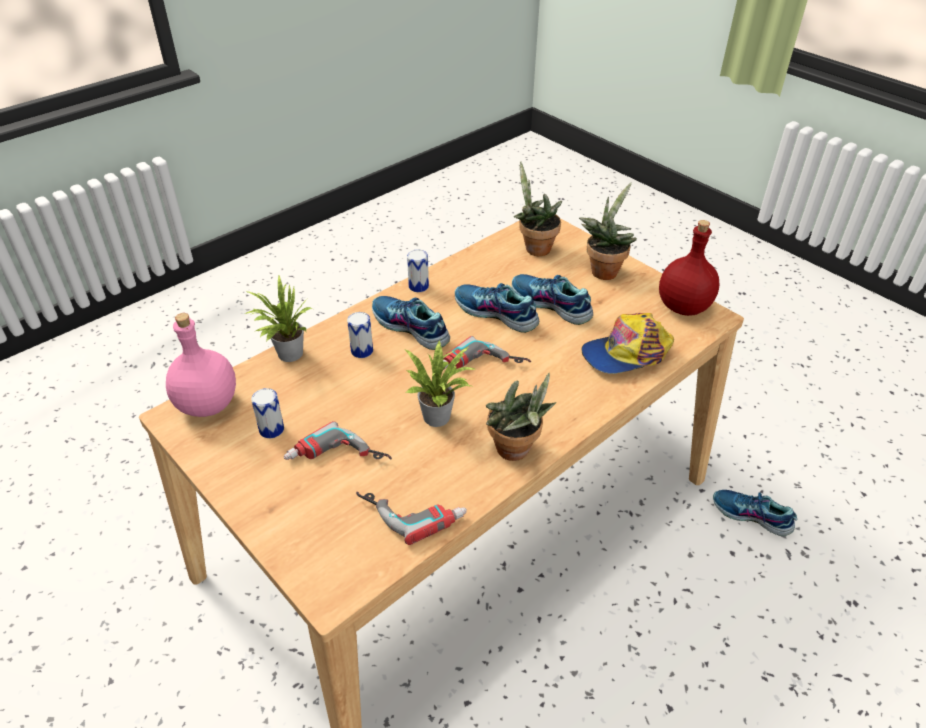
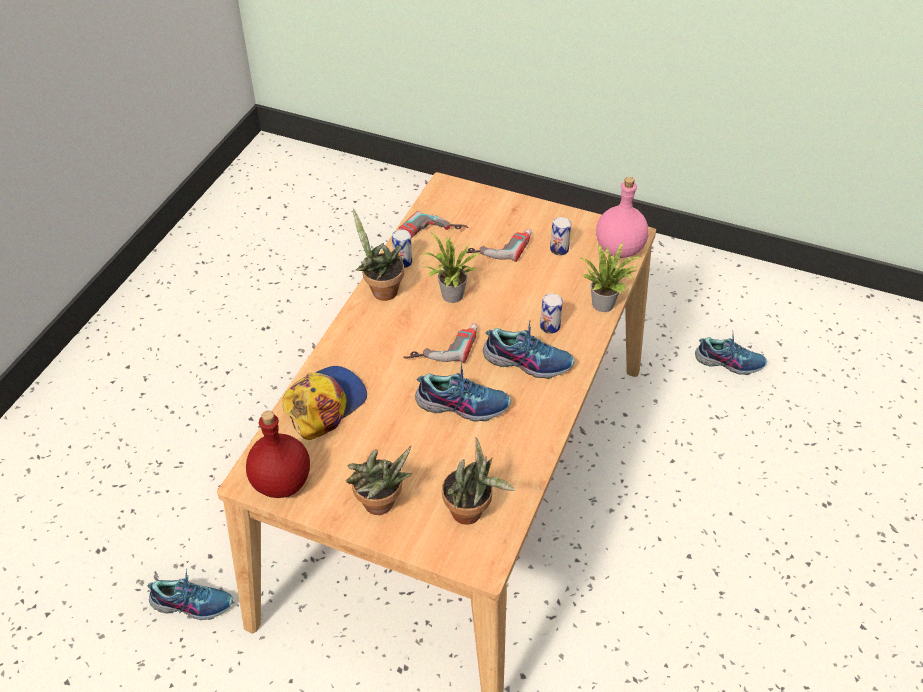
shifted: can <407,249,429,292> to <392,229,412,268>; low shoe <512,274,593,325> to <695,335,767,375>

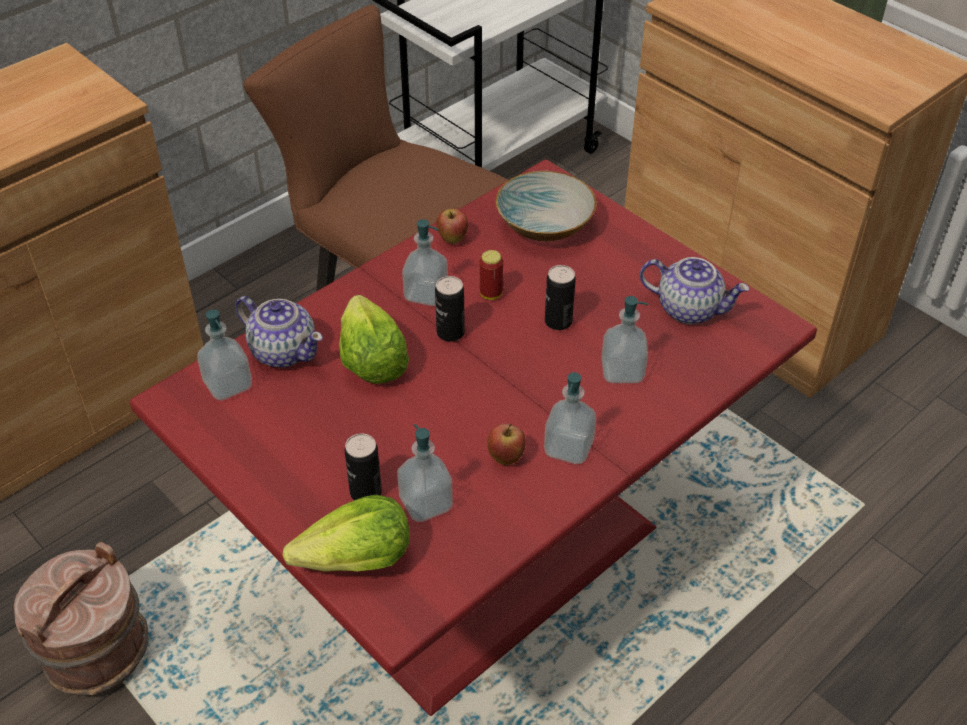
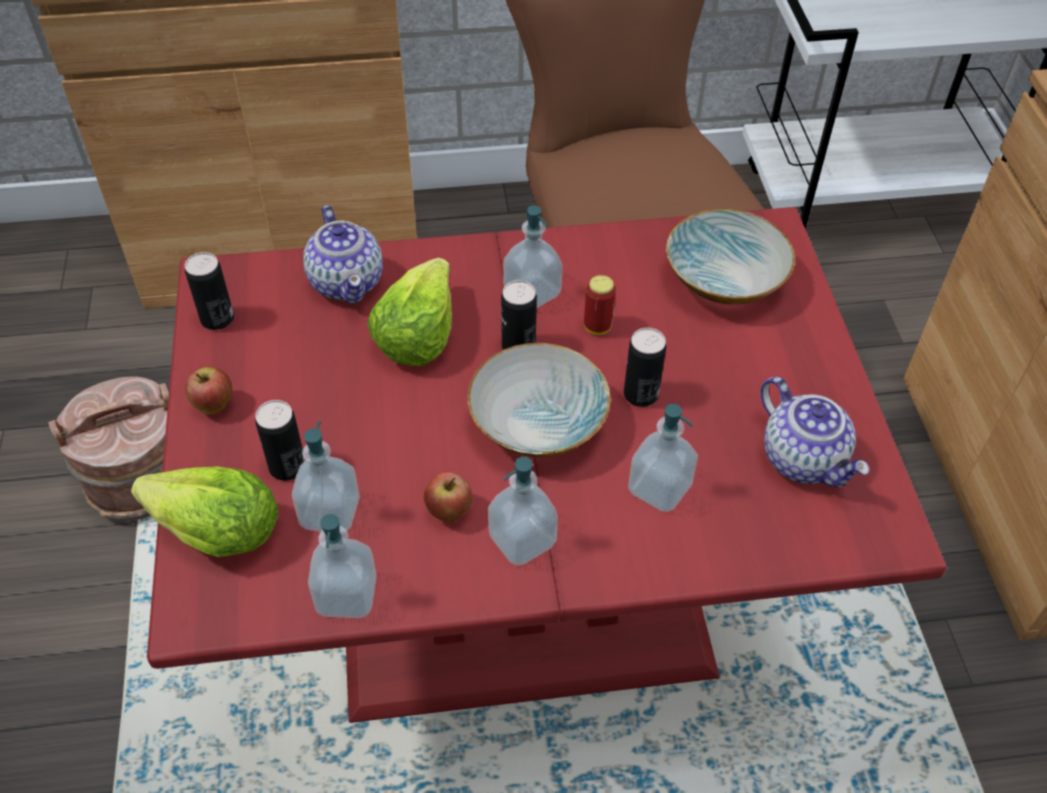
new: can <185,252,234,330>; deep dish <467,343,611,457>
shifted: whole apple <436,209,468,244> to <185,366,232,414>; soap dispenser <197,309,252,401> to <308,514,377,618>

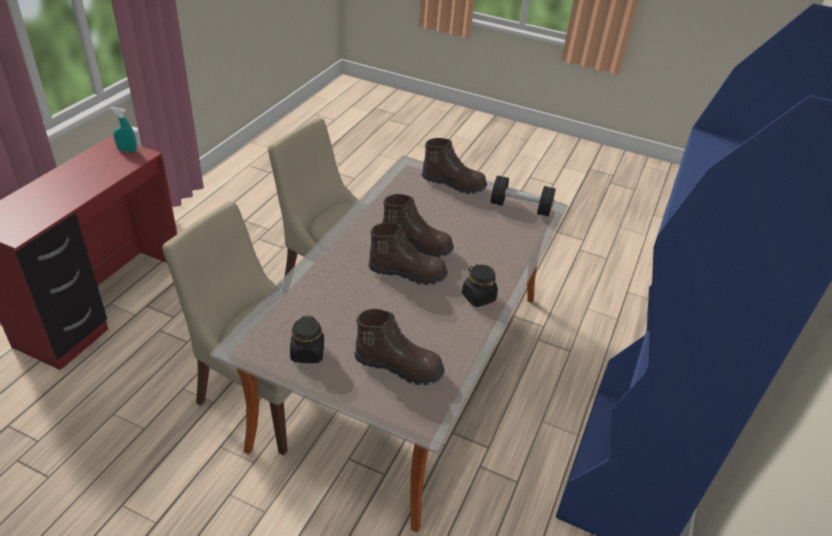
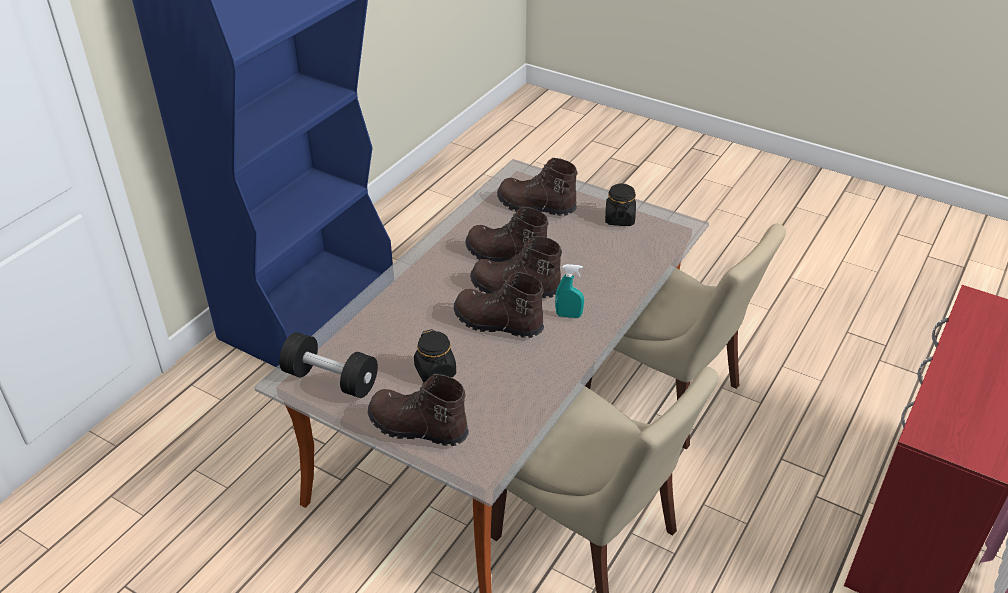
new: boot/brownish <465,207,549,262>
shifted: preserve jar/black <462,264,498,307> to <414,329,456,382>; sprayer/blue-green <110,107,137,152> to <555,264,584,318>

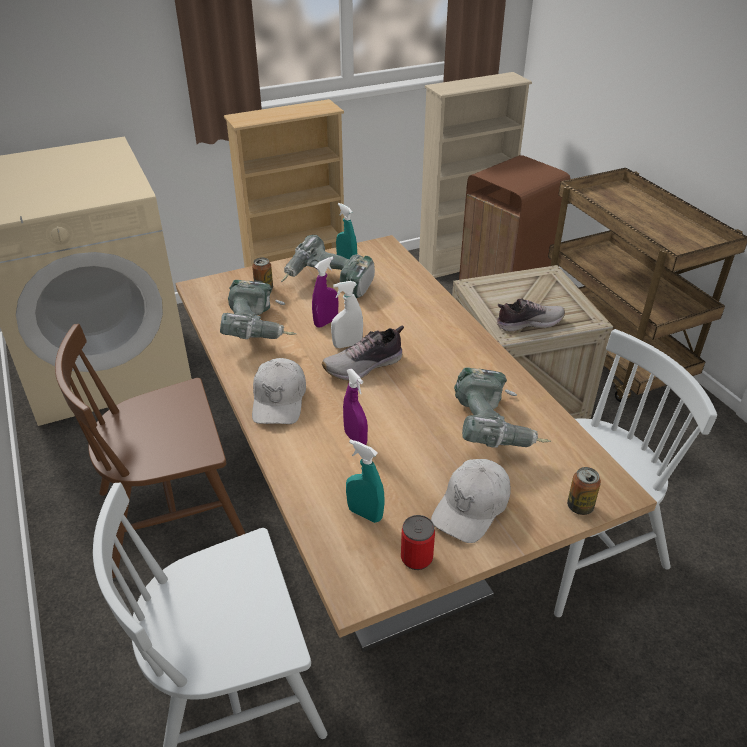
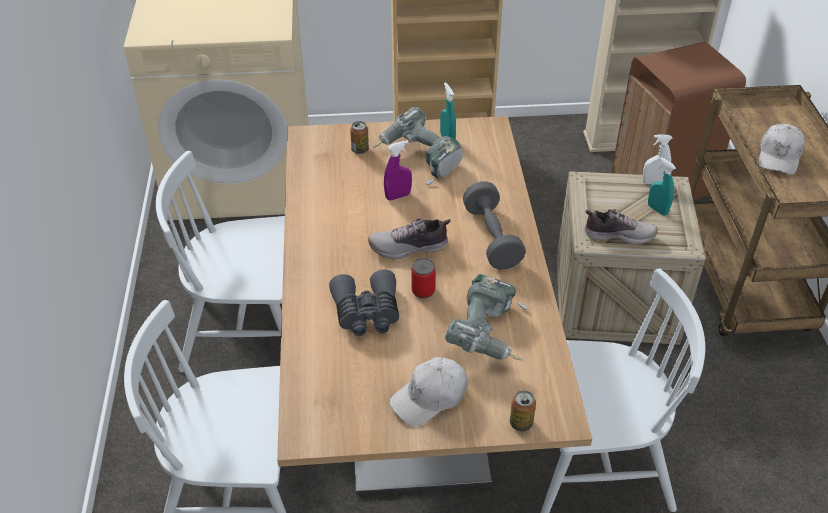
gone: power drill <220,280,297,339>
new: hand weight/grey <463,182,526,269>
shifted: can <401,515,435,570> to <411,258,436,298>; sprayer/white <331,281,363,348> to <642,134,673,184>; sprayer/blue-green <346,439,385,523> to <648,157,676,216>; peaked cap/white <252,358,306,424> to <758,124,805,175>
swapped: sprayer/purple <343,369,368,445> to field glasses/grey <329,269,399,336>
repainted: chair/brownish <55,324,245,578> to chair/white <156,151,285,372>

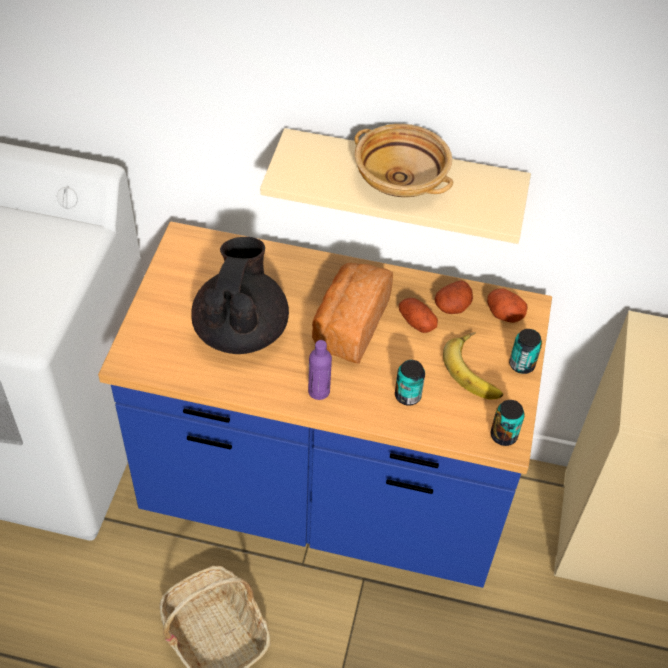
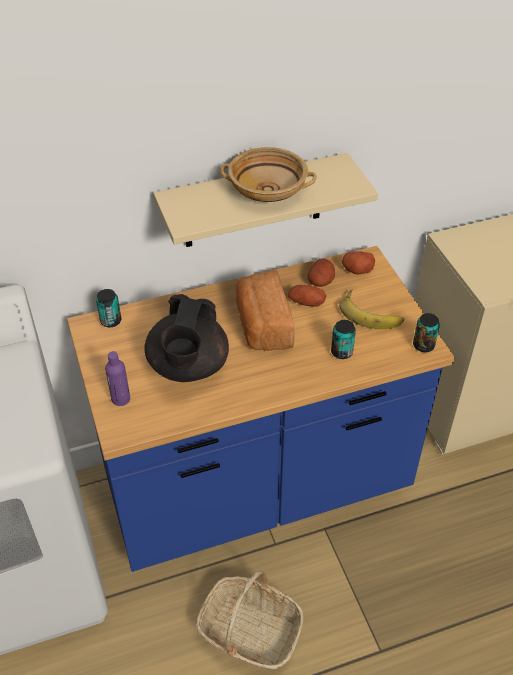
shifted: can <509,329,542,374> to <96,289,121,328>; bottle/purple <308,340,332,400> to <105,351,130,406>
rotated: pot for tea/black <191,237,289,354> = <145,294,229,382> 150 degrees counterclockwise

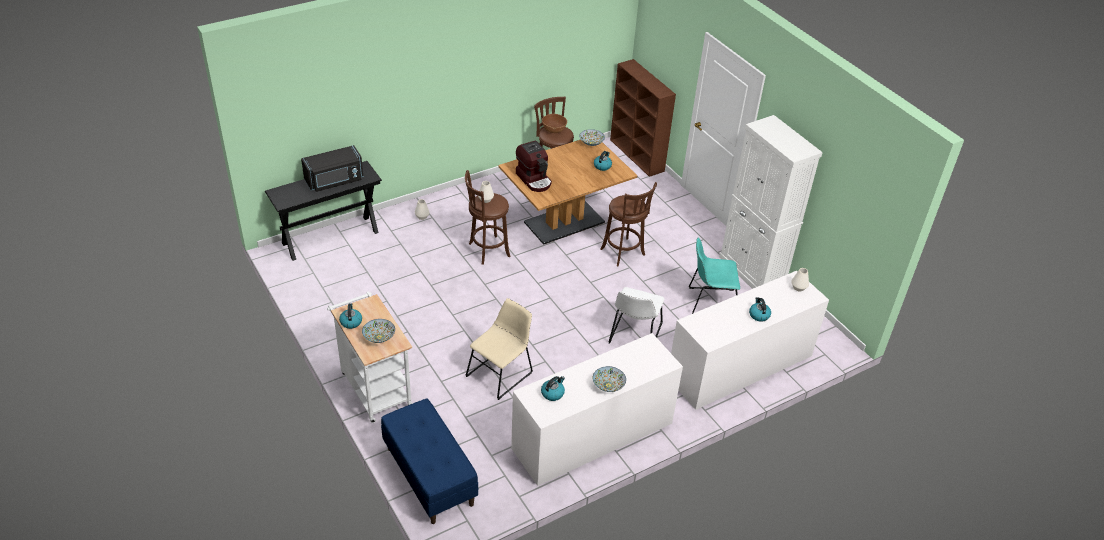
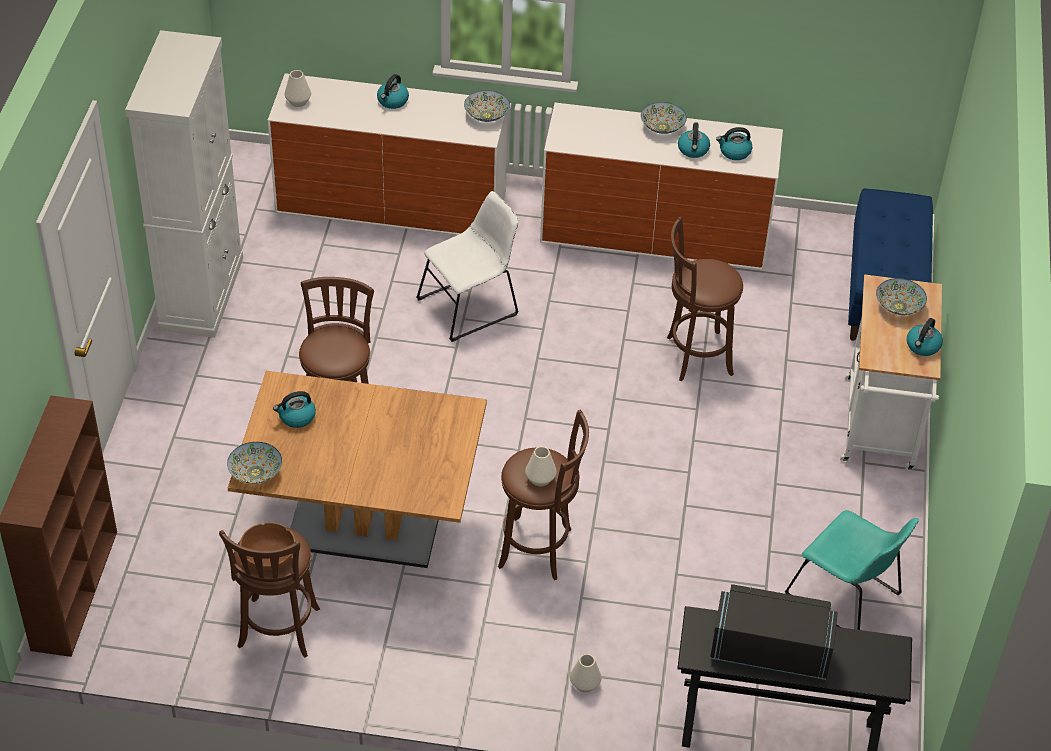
gone: coffee maker <516,141,552,192>
new: deep dish <464,90,510,122>; kettle <678,122,710,158>
shifted: chair/blue-green <689,237,740,314> to <785,510,919,630>
swapped: chair/sand-coloured <466,298,533,400> to stool/brownish <667,217,743,381>

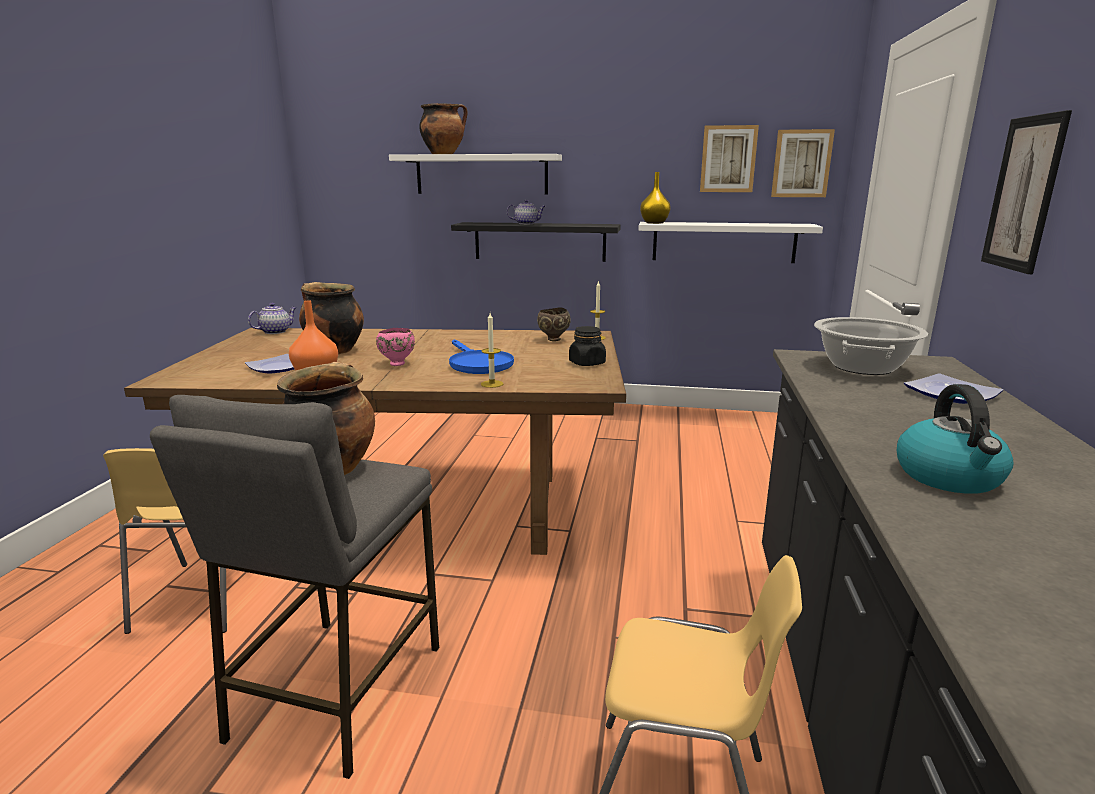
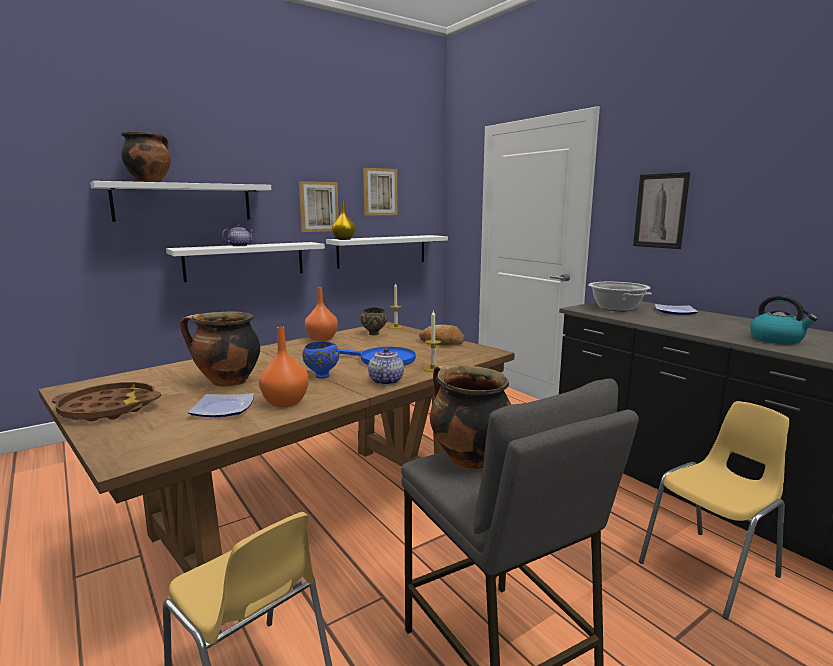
new: carrying tray/brownish <52,382,161,421>; flower vase/orange-coloured <305,287,338,341>
shifted: wall art <771,129,835,197> to <299,181,339,232>; pot for tea <248,303,297,334> to <368,348,404,385>
swapped: preserve jar/black <569,326,606,366> to bread <419,325,465,345>
repainted: shelf/black <451,222,621,262> to shelf/white <166,242,325,282>; deep dish/pink-coloured <376,328,415,366> to deep dish/blue <302,341,339,378>

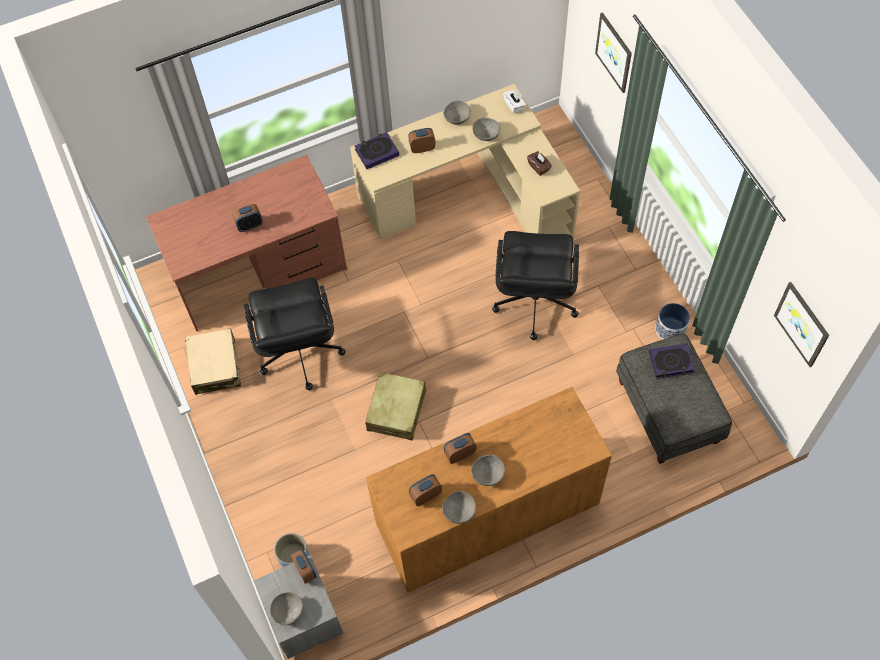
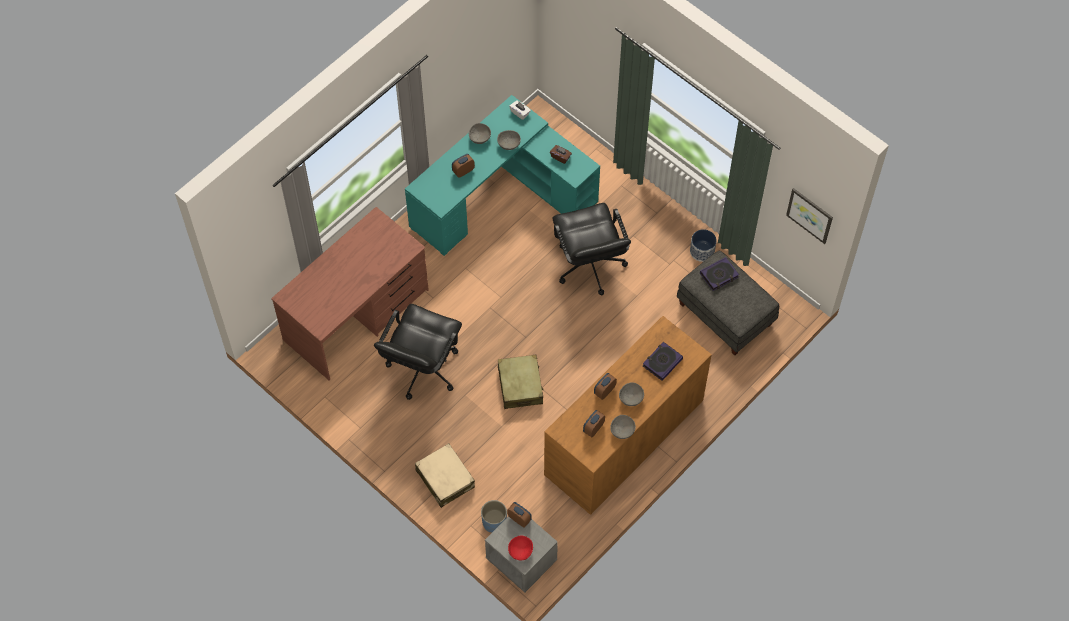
gone: bedside clock <232,204,263,232>; wall art <595,12,632,93>
shifted: travel case/sand-coloured <185,328,241,395> to <415,443,475,508>; bound book <354,132,399,169> to <643,342,683,381>
repainted: desk unit/sand-coloured <350,84,580,240> to desk unit/blue-green <405,95,600,256>; deep dish/grey <270,592,303,625> to deep dish/reddish <508,536,533,560>
rotated: computer chair/black <243,277,346,390> = <374,304,462,400> 60 degrees clockwise

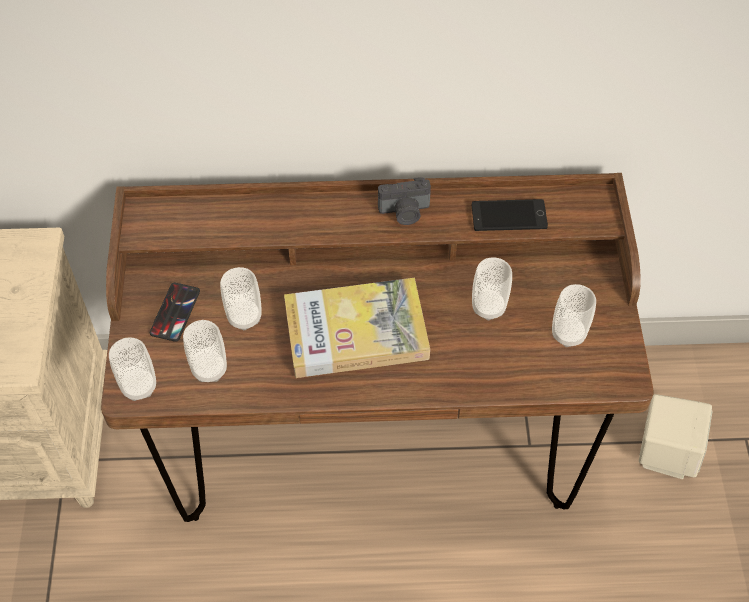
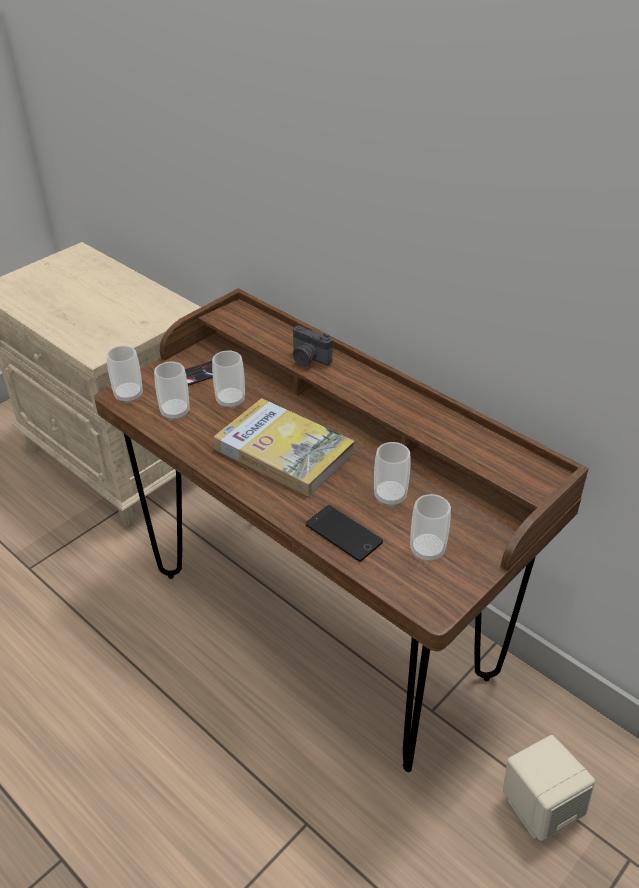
shifted: photo camera <378,177,431,225> to <293,325,332,367>; telephone <472,199,548,231> to <306,505,383,562>

